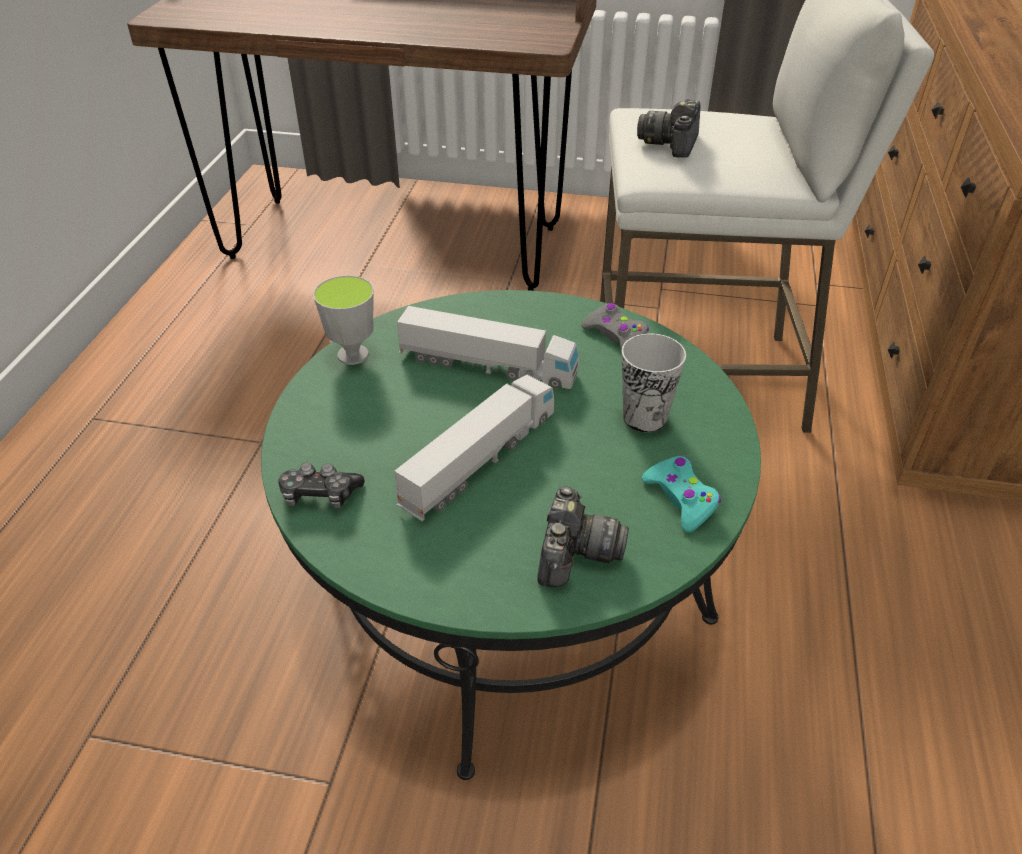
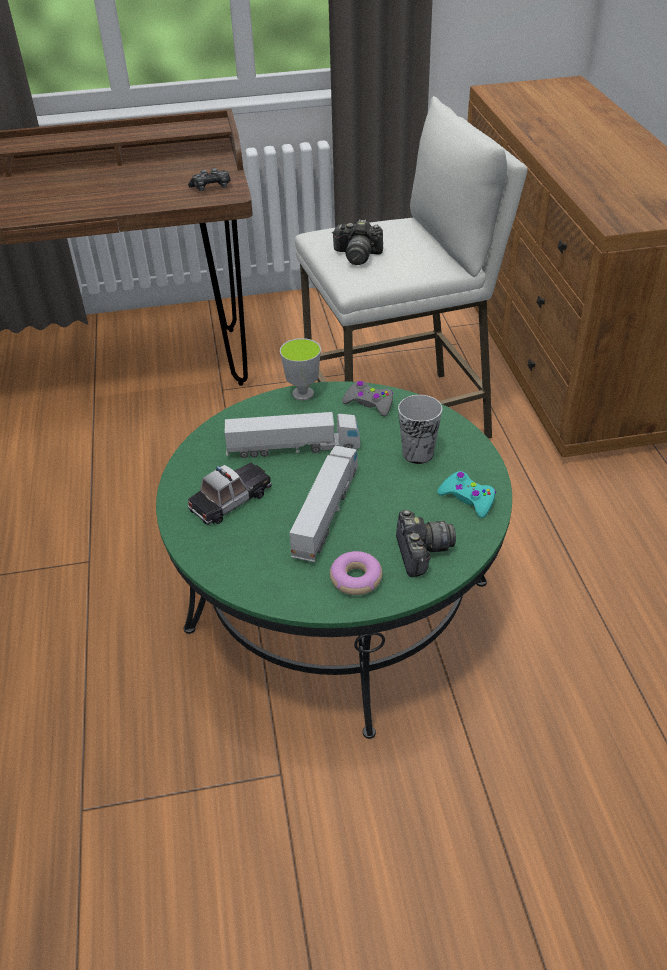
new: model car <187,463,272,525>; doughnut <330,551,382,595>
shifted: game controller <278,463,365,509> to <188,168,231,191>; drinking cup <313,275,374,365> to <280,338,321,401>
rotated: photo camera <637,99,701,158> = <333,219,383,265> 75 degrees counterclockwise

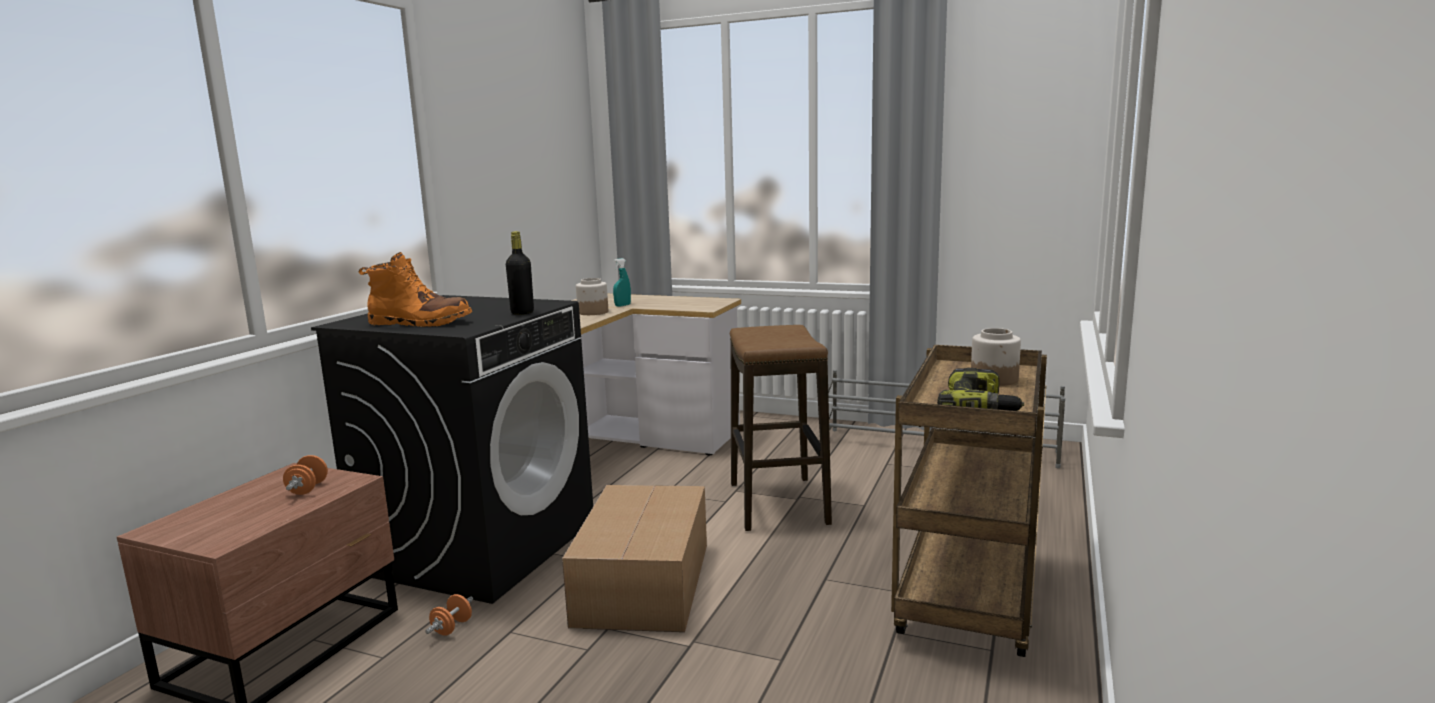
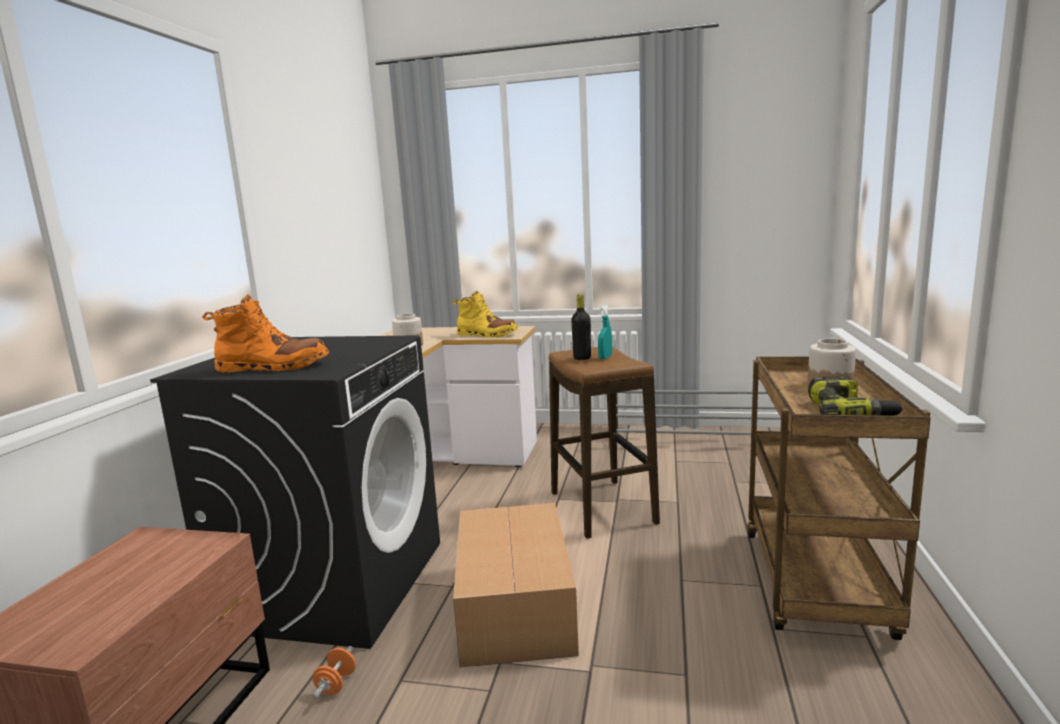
gone: hand weight/orange-coloured <283,455,328,495>
new: boot/yellow <453,291,518,337>
shifted: bottle/black <506,231,534,315> to <571,294,591,360>; sprayer/blue-green <613,258,631,307> to <598,305,612,359>

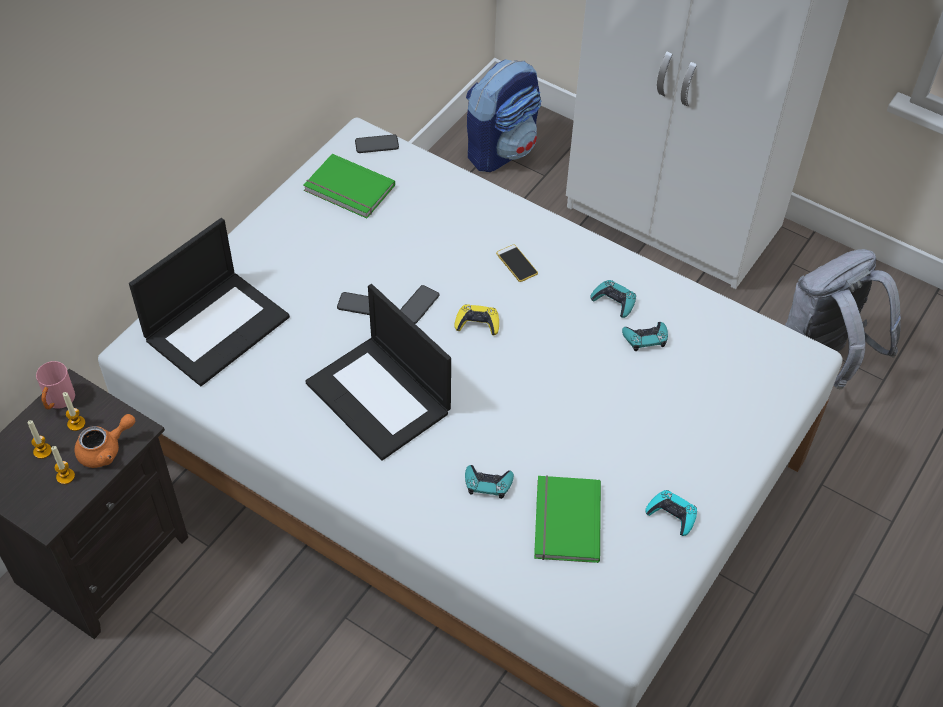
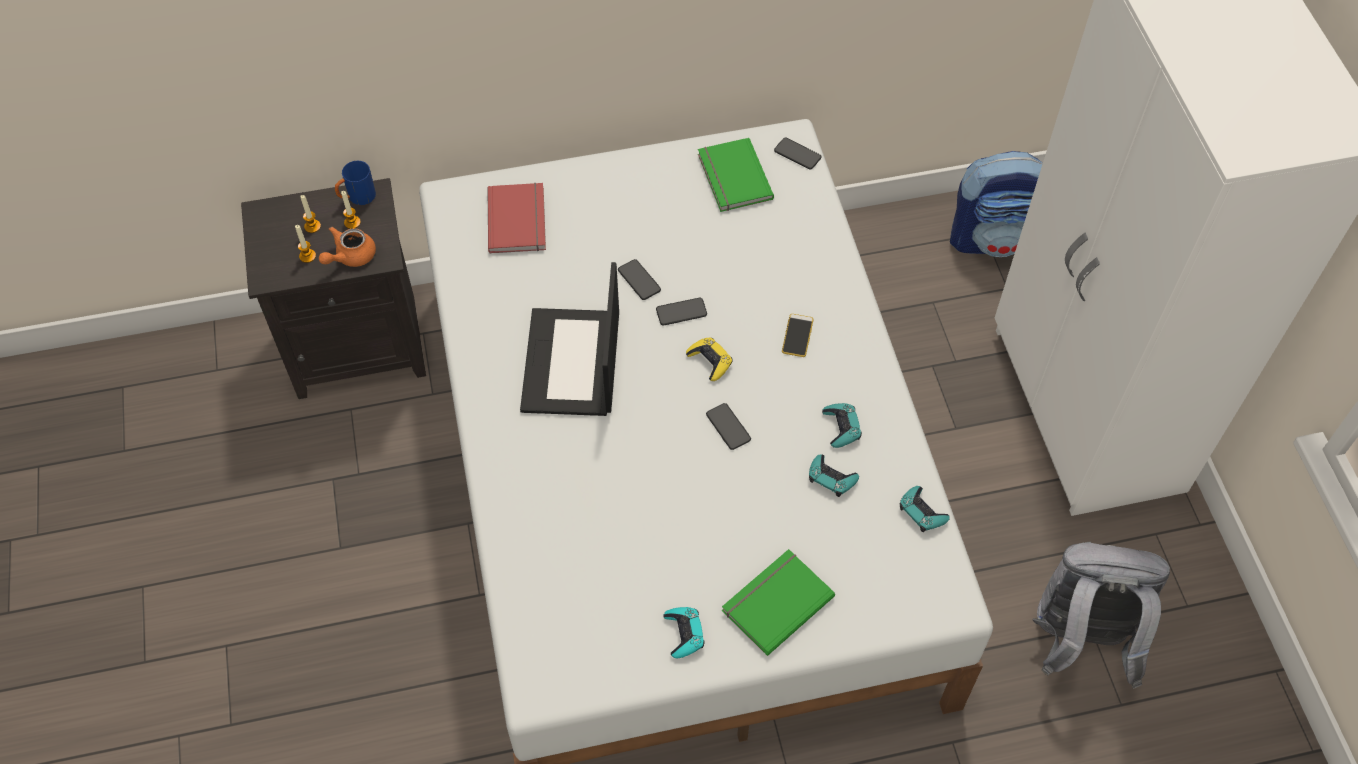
new: telephone <706,403,751,450>
shifted: bound book/green <534,476,601,563> to <722,549,835,656>; game controller/blue-green <465,465,514,499> to <900,486,950,532>
swapped: portable computer <129,218,290,386> to bound book/reddish <487,183,546,253>
repainted: tea mug/pink-coloured <36,361,75,410> to tea mug/blue <335,161,376,205>
rotated: pot for tea/orange-coloured <75,414,135,468> = <319,227,376,267> 120 degrees clockwise

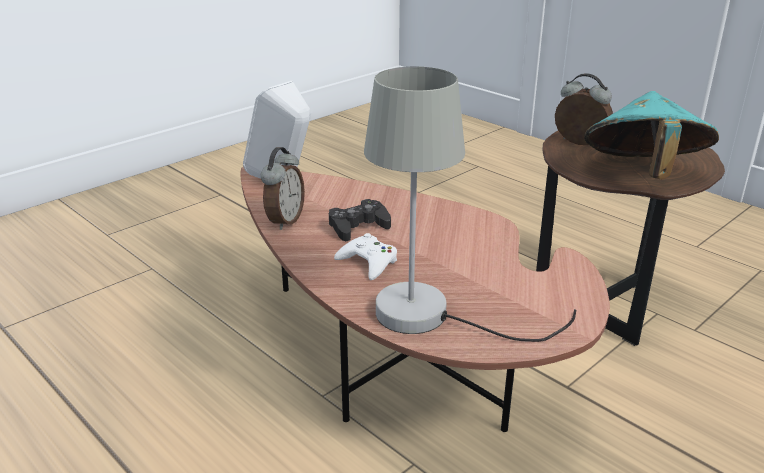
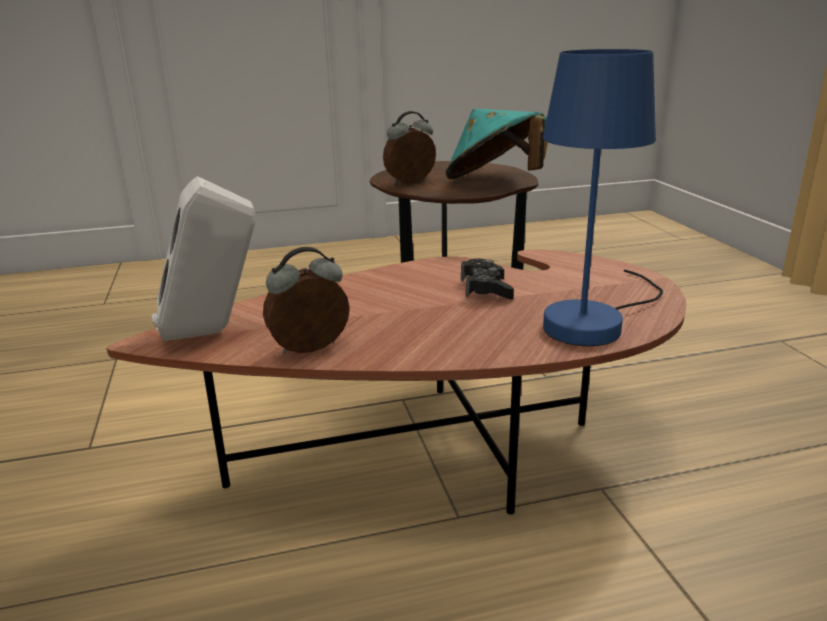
gone: game controller/white <334,233,397,280>
shifted: game controller/black <329,199,391,241> to <461,258,514,299>
repainted: table lamp/grey <364,66,576,342> to table lamp/blue <543,49,663,346>
rotated: bedside clock <261,147,305,230> = <263,247,350,354> 75 degrees counterclockwise

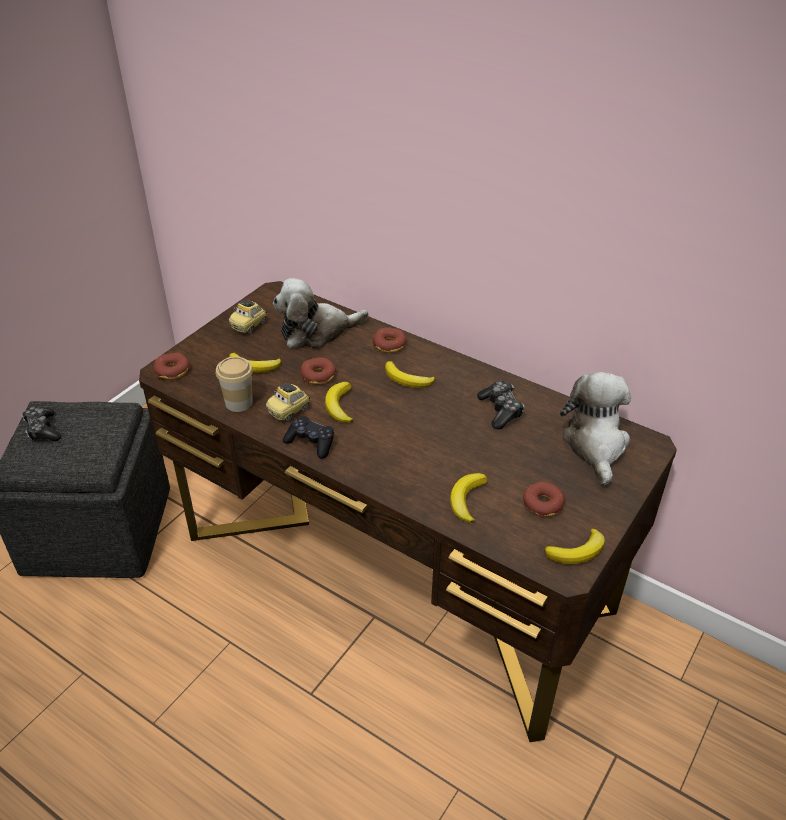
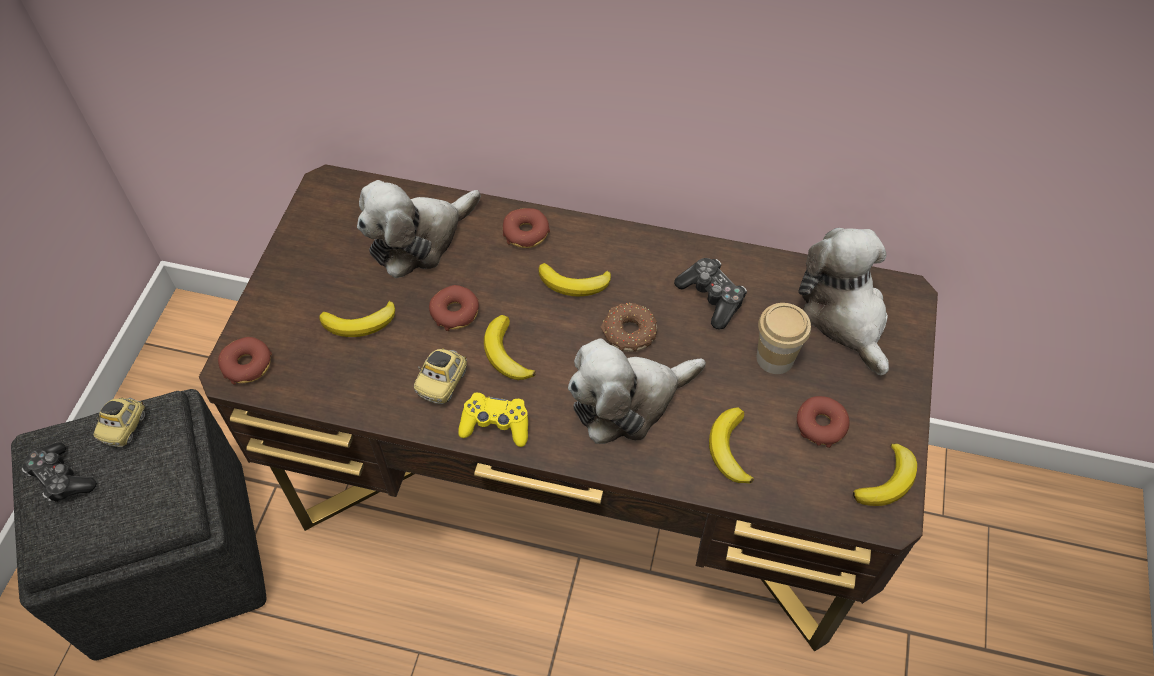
new: cuddly toy <568,338,706,444>; doughnut <601,303,657,352>
shifted: model car <229,300,267,334> to <94,397,145,447>; drinking cup <216,356,253,412> to <757,303,811,374>
repainted: game controller/black <283,416,334,459> to game controller/yellow <458,393,528,447>

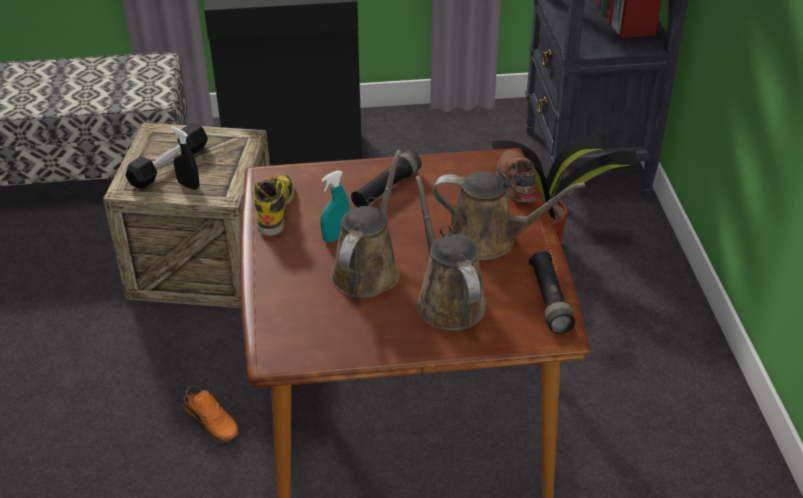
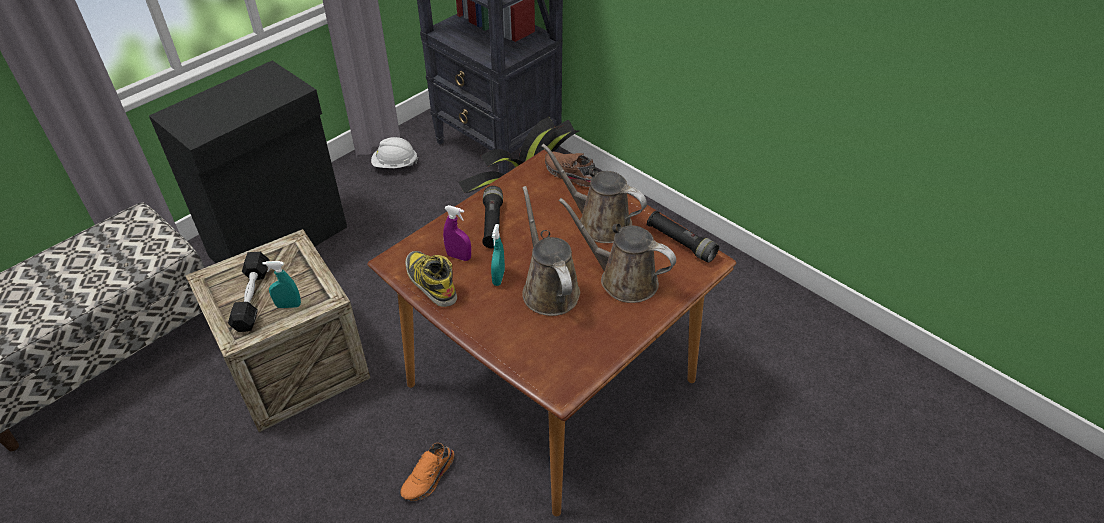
new: safety helmet/white <371,137,418,168>; sprayer/purple <443,205,471,261>
repainted: sprayer/black <171,127,199,190> to sprayer/blue-green <263,261,301,308>
rotated: low shoe/orange-coloured <183,385,239,443> = <400,443,454,501> 120 degrees clockwise; watering pot/brownish <432,172,585,260> = <541,143,647,243> 120 degrees counterclockwise

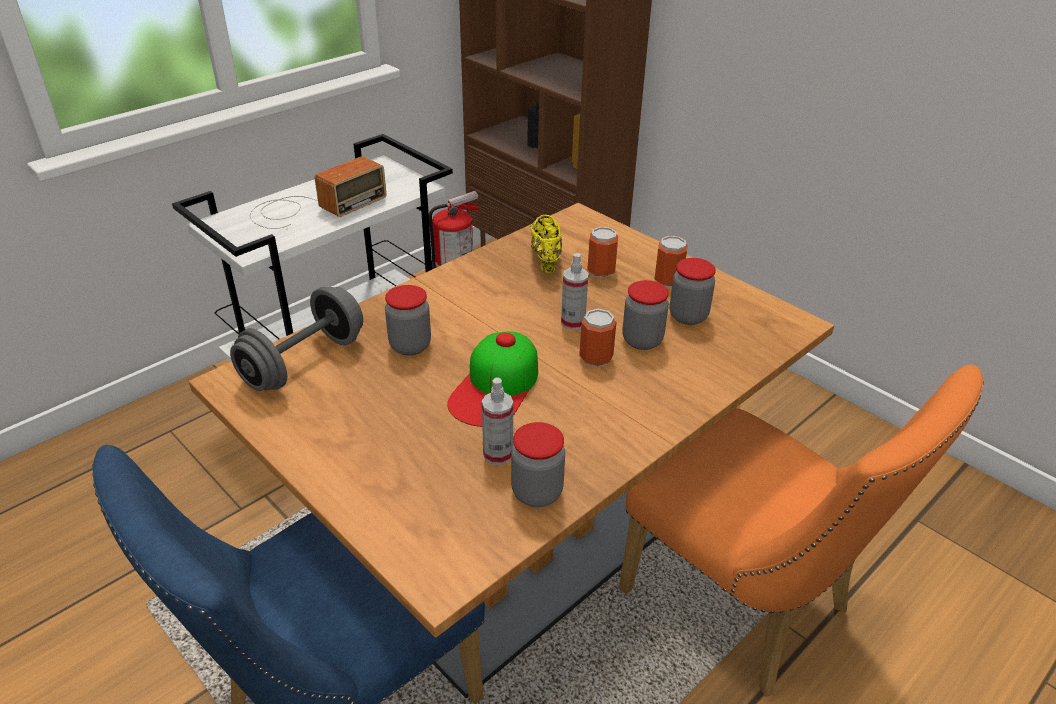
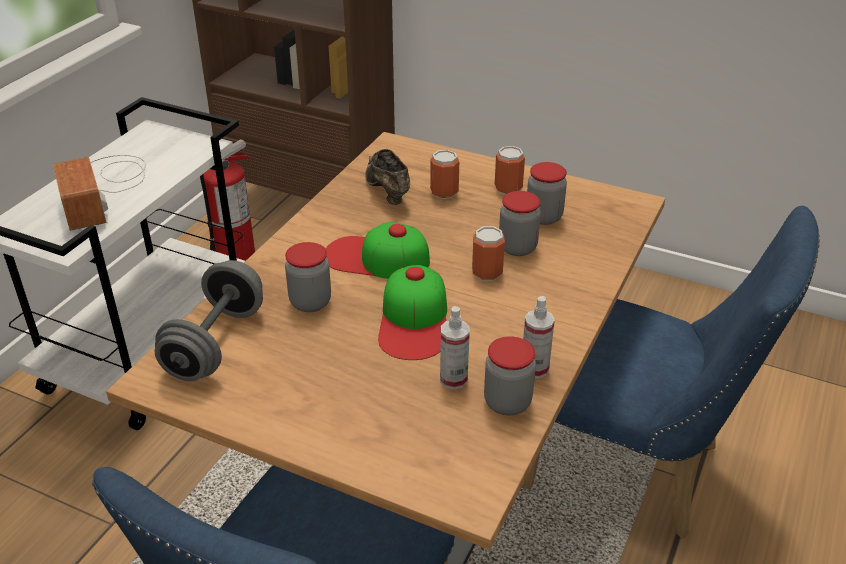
new: peaked cap <326,222,430,279>
shifted: sprayer <561,253,589,330> to <523,296,555,379>
repainted: low shoe/yellow <529,215,562,273> to low shoe/brownish <365,149,410,205>; chair/orange-coloured <619,365,984,697> to chair/blue <522,206,820,539>
rotated: radio receiver <250,156,386,229> = <53,155,146,231> 135 degrees clockwise

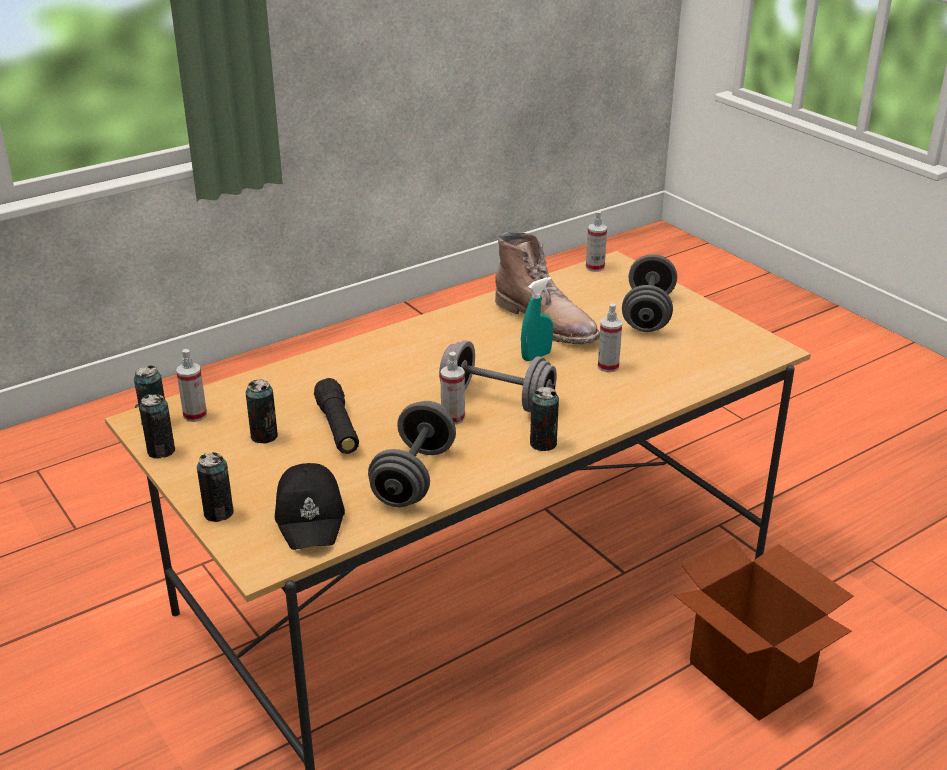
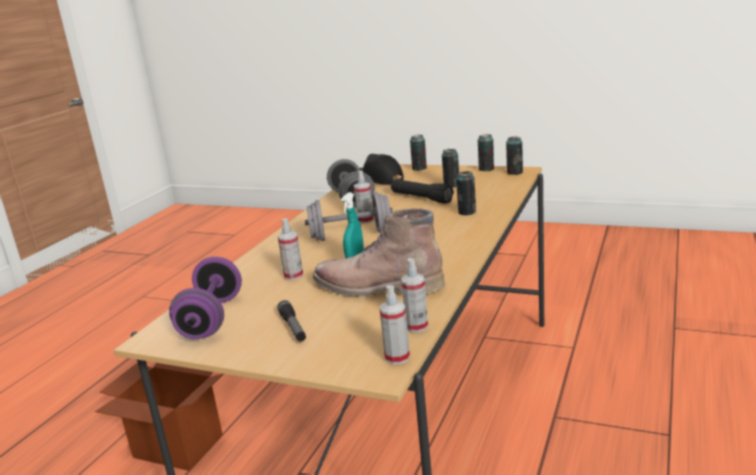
new: hand weight/purple <169,257,242,339>
shifted: sprayer <176,349,207,422> to <401,258,428,332>; can <530,387,559,451> to <456,171,476,216>
swapped: hand weight/grey <622,254,677,332> to torch <277,300,306,342>

